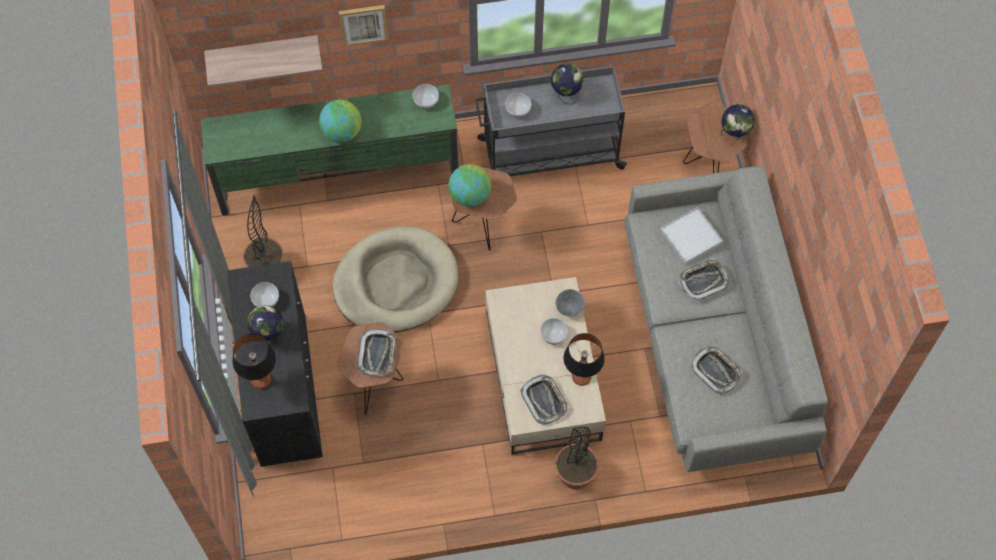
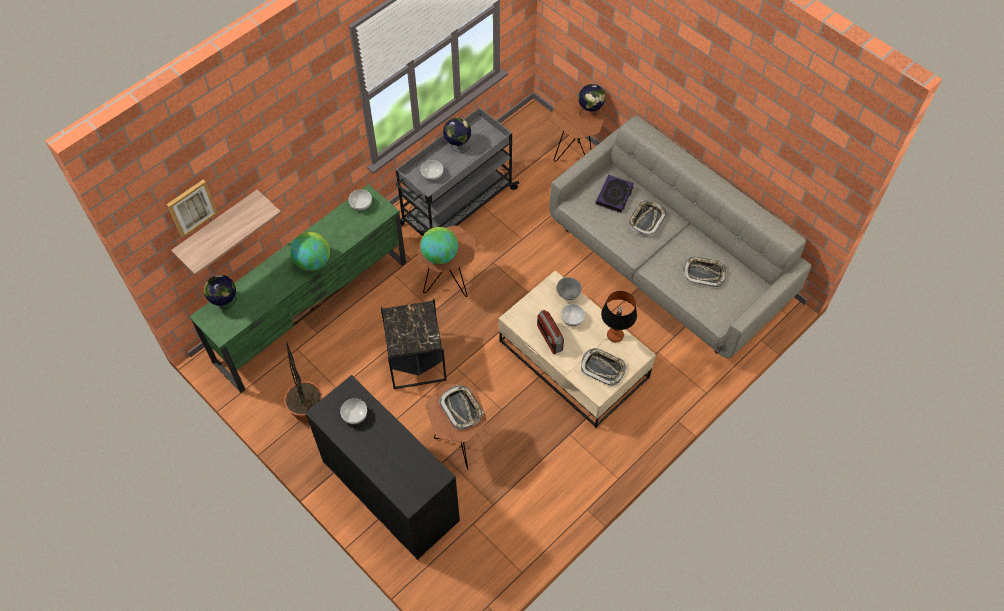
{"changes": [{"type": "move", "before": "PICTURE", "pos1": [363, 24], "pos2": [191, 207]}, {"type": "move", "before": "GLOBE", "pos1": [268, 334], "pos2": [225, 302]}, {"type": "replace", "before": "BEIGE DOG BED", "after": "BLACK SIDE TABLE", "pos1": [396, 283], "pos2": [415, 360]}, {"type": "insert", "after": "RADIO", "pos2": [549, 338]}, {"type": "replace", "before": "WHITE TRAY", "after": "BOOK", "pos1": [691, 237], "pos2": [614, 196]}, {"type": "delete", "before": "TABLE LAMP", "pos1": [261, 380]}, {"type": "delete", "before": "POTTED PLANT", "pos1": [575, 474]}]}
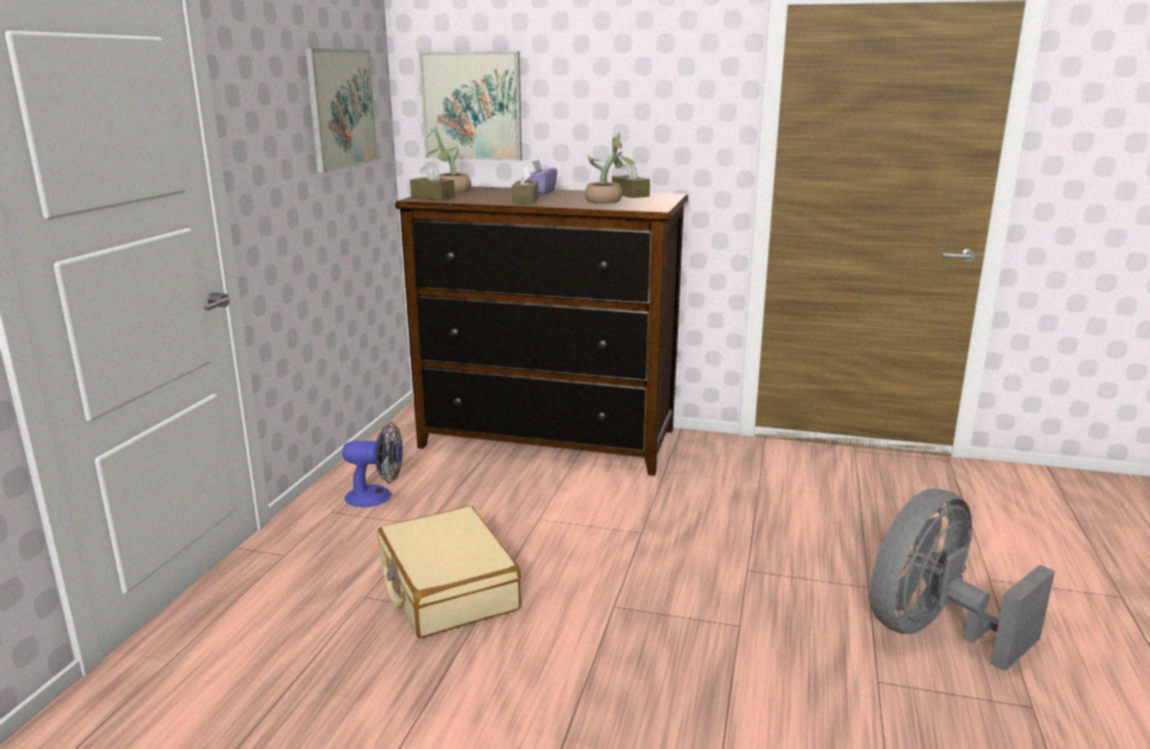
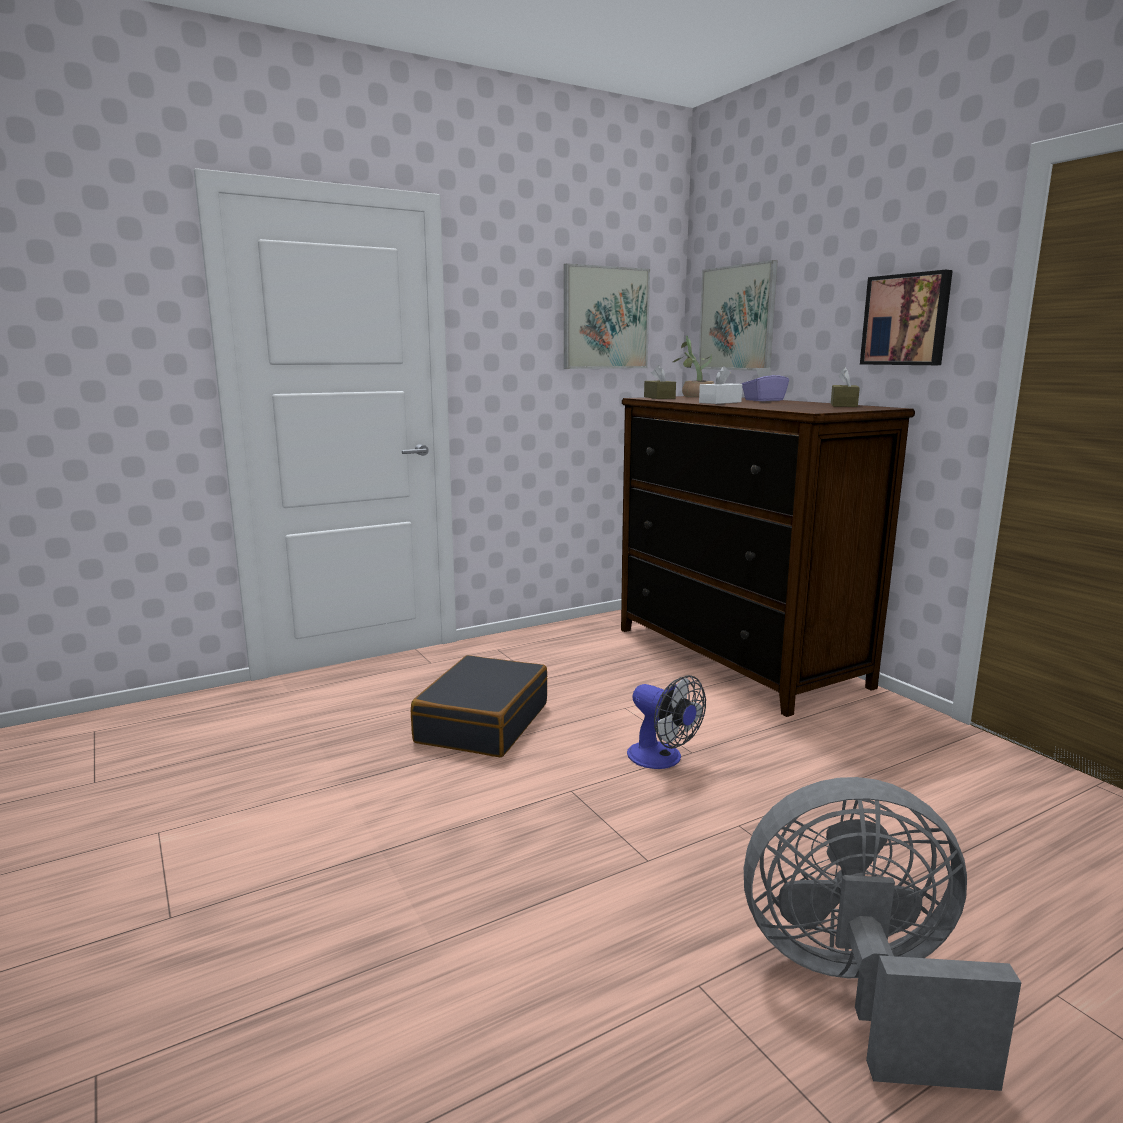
{"changes": [{"type": "recolor", "before": "BEIGE SUITCASE", "after": "BLACK SUITCASE", "pos1": [447, 588], "pos2": [482, 723]}, {"type": "move", "before": "FAN", "pos1": [377, 497], "pos2": [662, 759]}, {"type": "recolor", "before": "BROWN TISSUE BOX", "after": "WHITE TISSUE BOX", "pos1": [525, 201], "pos2": [720, 402]}, {"type": "insert", "after": "PICTURE", "pos2": [907, 320]}, {"type": "delete", "before": "POTTED PLANT", "pos1": [607, 201]}]}
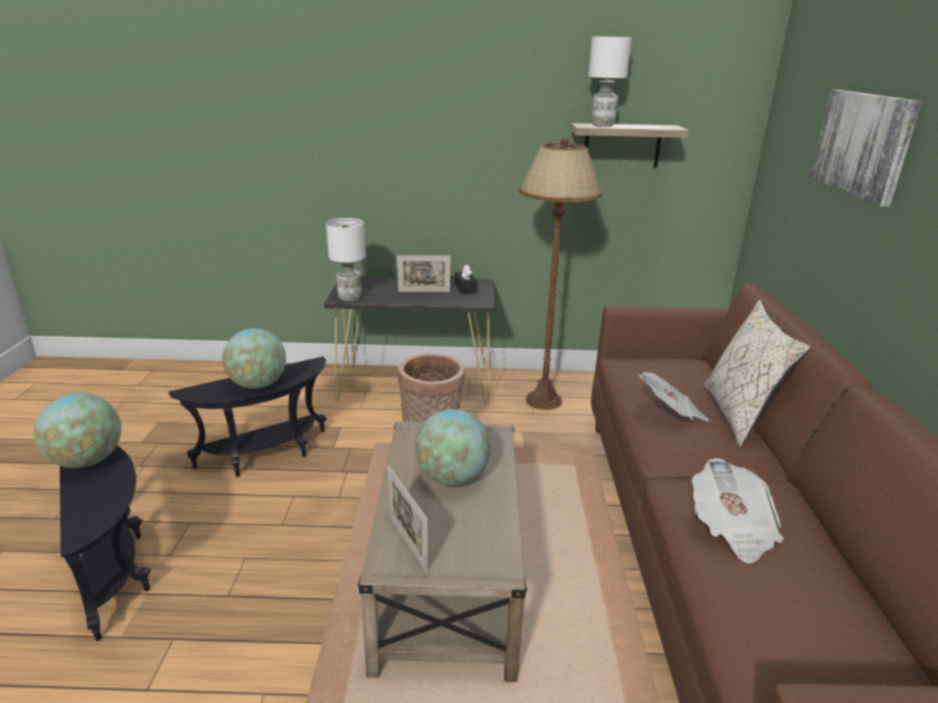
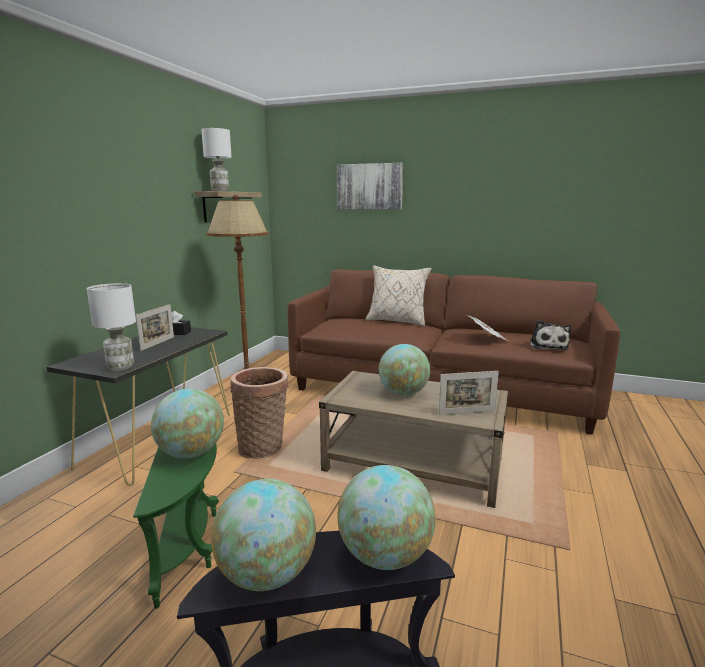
{"changes": [{"type": "recolor", "before": "BLACK SIDE TABLE", "after": "GREEN SIDE TABLE", "pos1": [266, 456], "pos2": [189, 542]}, {"type": "insert", "after": "GLOBE", "pos2": [385, 556]}, {"type": "insert", "after": "PLUSH TOY", "pos2": [548, 346]}, {"type": "delete", "before": "NEWSPAPER", "pos1": [671, 414]}]}
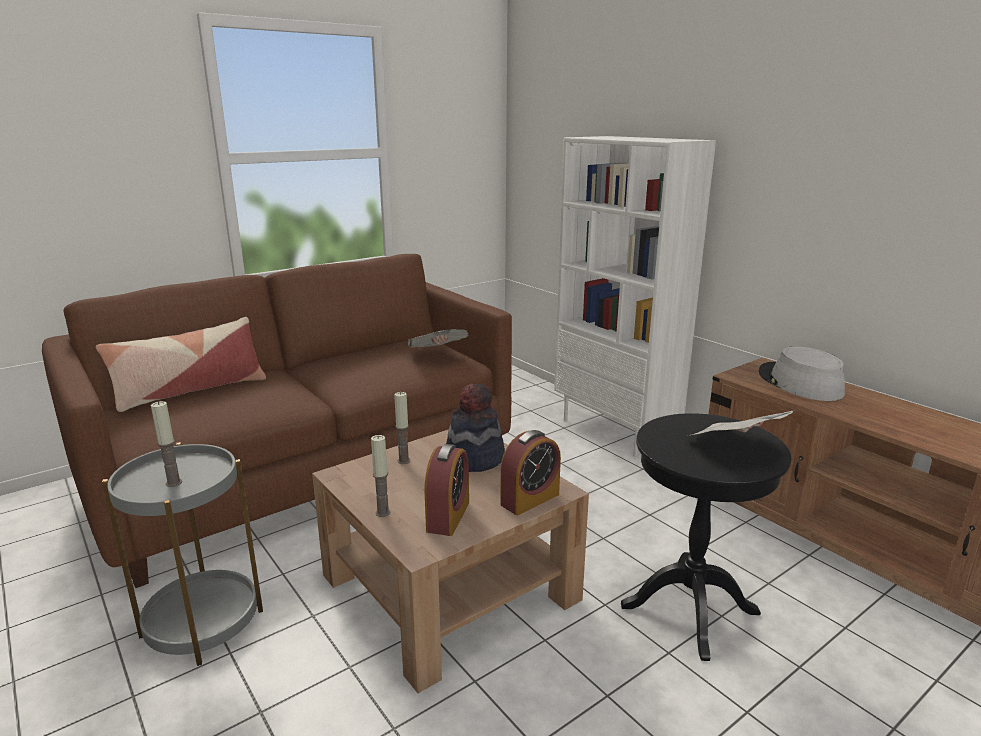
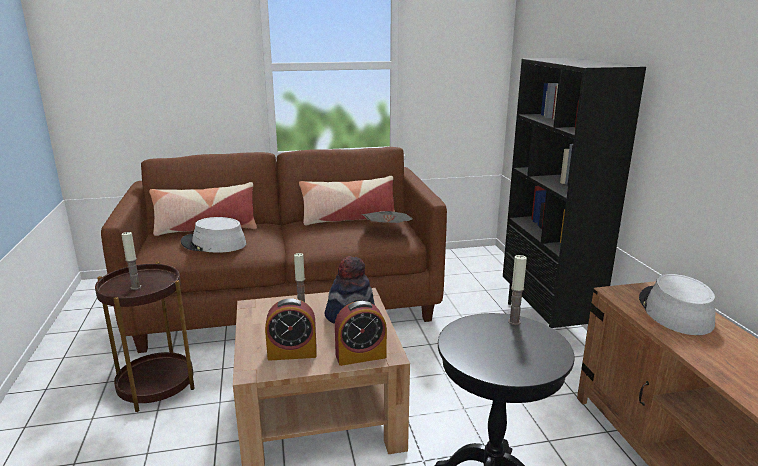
{"changes": [{"type": "recolor", "before": "GREY SIDE TABLE", "after": "BROWN SIDE TABLE", "pos1": [202, 623], "pos2": [156, 386]}, {"type": "insert", "after": "GREY HAT", "pos2": [213, 244]}, {"type": "rotate", "before": "ALARM CLOCK", "pos1": [448, 516], "pos2": [292, 353], "turn": 45}, {"type": "insert", "after": "PILLOW", "pos2": [348, 219]}, {"type": "recolor", "before": "WHITE BOOKCASE", "after": "BLACK BOOKCASE", "pos1": [616, 430], "pos2": [547, 322]}, {"type": "move", "before": "CANDLE", "pos1": [383, 513], "pos2": [514, 322]}, {"type": "delete", "before": "NEWSPAPER", "pos1": [736, 447]}]}
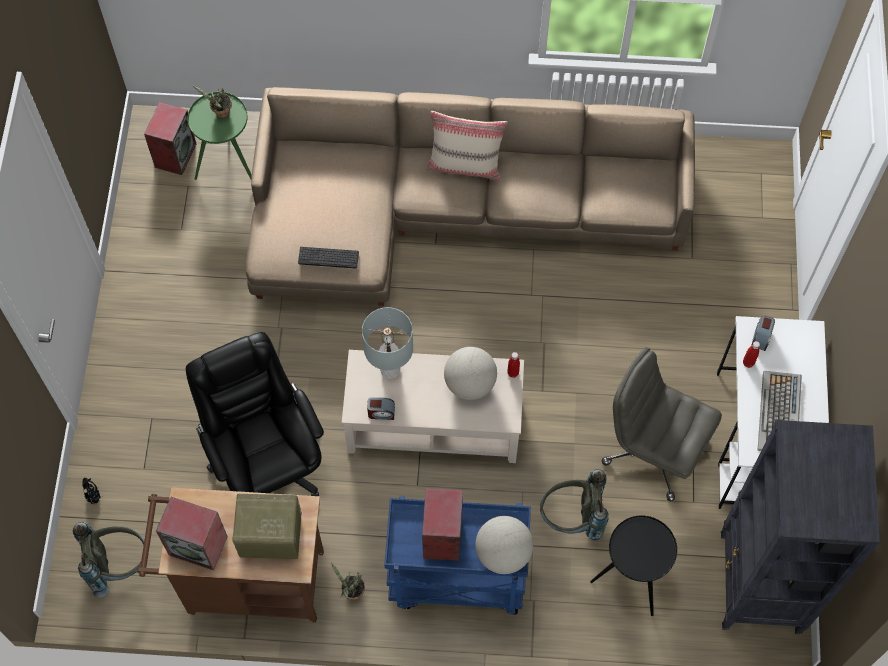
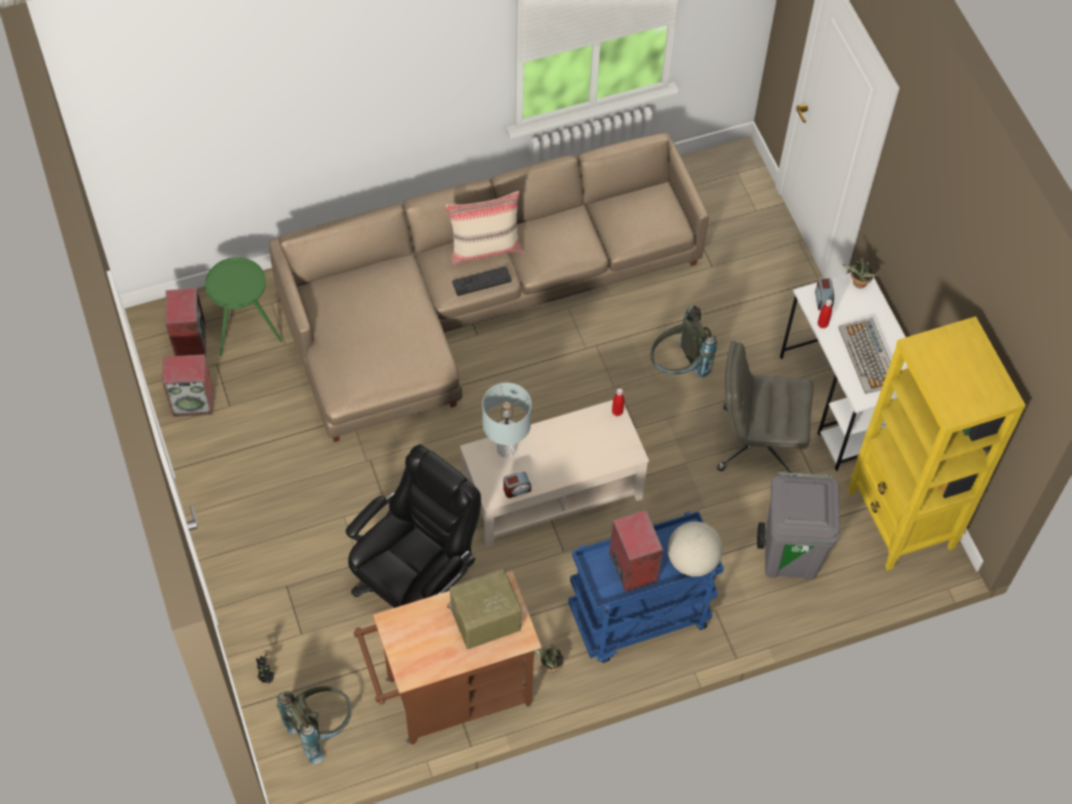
{"changes": [{"type": "move", "before": "SPEAKER", "pos1": [199, 545], "pos2": [193, 401]}, {"type": "rotate", "before": "BLACK OFFICE CHAIR", "pos1": [267, 463], "pos2": [416, 584], "turn": 90}, {"type": "move", "before": "KEYBOARD", "pos1": [328, 258], "pos2": [482, 281]}, {"type": "move", "before": "GREY BACKPACK", "pos1": [572, 518], "pos2": [678, 367]}, {"type": "replace", "before": "BLACK SIDE TABLE", "after": "GREY TRASH CAN", "pos1": [632, 577], "pos2": [790, 557]}, {"type": "move", "before": "POTTED PLANT", "pos1": [220, 113], "pos2": [858, 284]}, {"type": "recolor", "before": "BLACK BOOKCASE", "after": "YELLOW BOOKCASE", "pos1": [759, 584], "pos2": [900, 521]}, {"type": "delete", "before": "GLOBE", "pos1": [470, 384]}]}
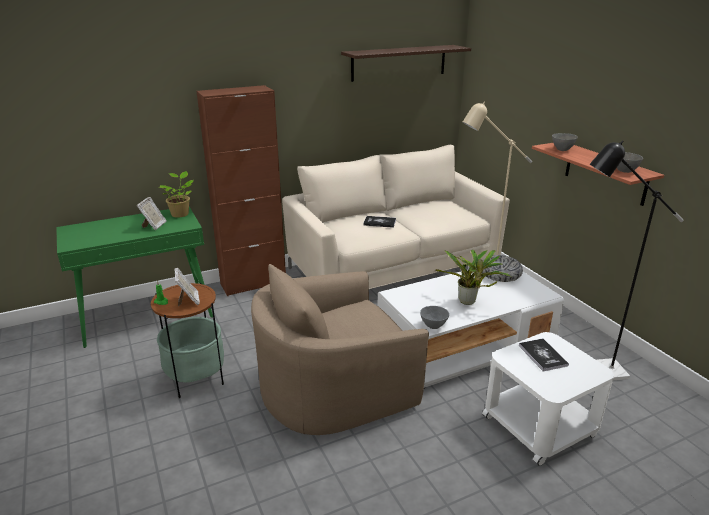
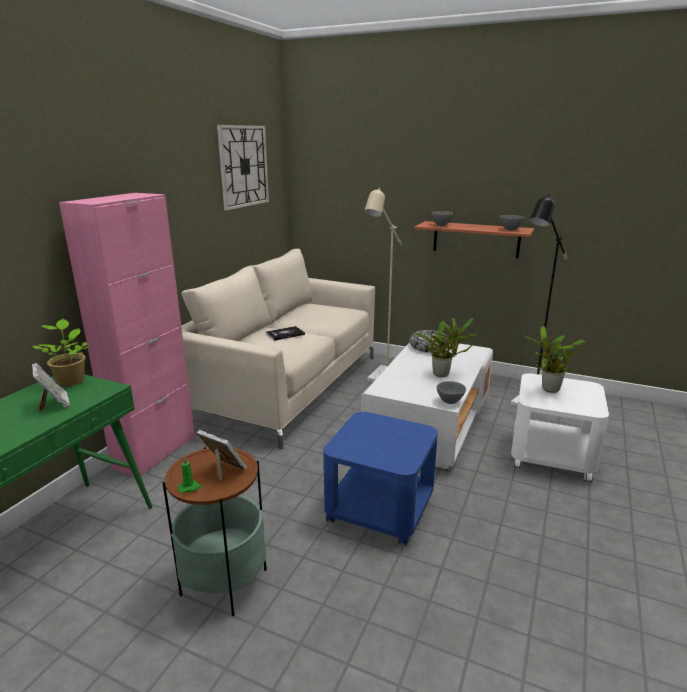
{"changes": [{"type": "recolor", "before": "BROWN CABINET", "after": "PINK CABINET", "pos1": [253, 283], "pos2": [155, 451]}, {"type": "replace", "before": "SHELF", "after": "WALL CLOCK", "pos1": [399, 62], "pos2": [243, 166]}, {"type": "replace", "before": "BEIGE ARMCHAIR", "after": "BLUE SIDE TABLE", "pos1": [334, 387], "pos2": [379, 509]}, {"type": "replace", "before": "BOOK", "after": "POTTED PLANT", "pos1": [542, 355], "pos2": [548, 390]}]}
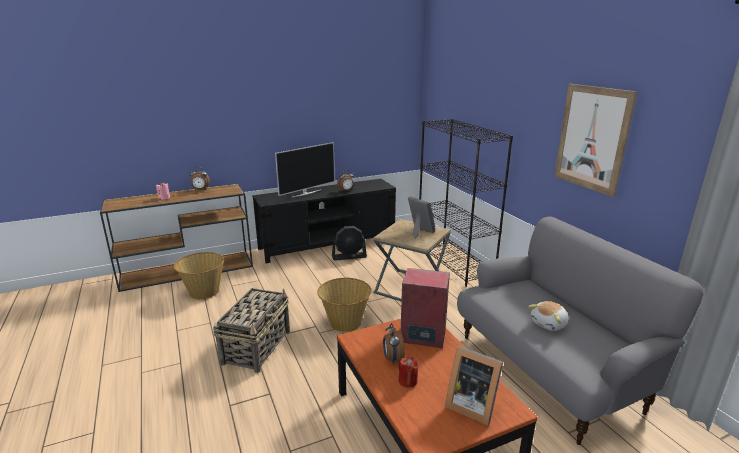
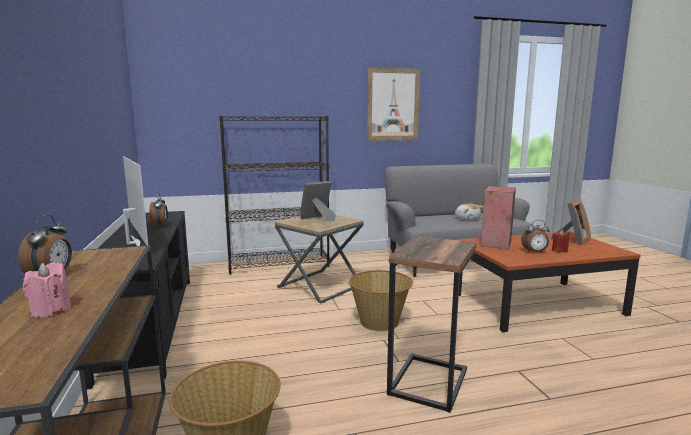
{"changes": [{"type": "replace", "before": "BASKET", "after": "SIDE TABLE", "pos1": [257, 346], "pos2": [427, 381]}, {"type": "delete", "before": "BLACK FAN", "pos1": [349, 256]}]}
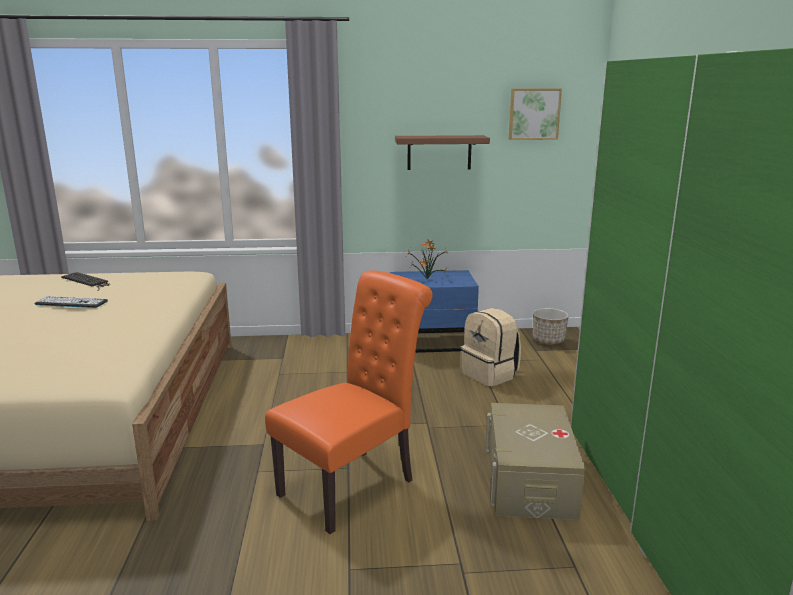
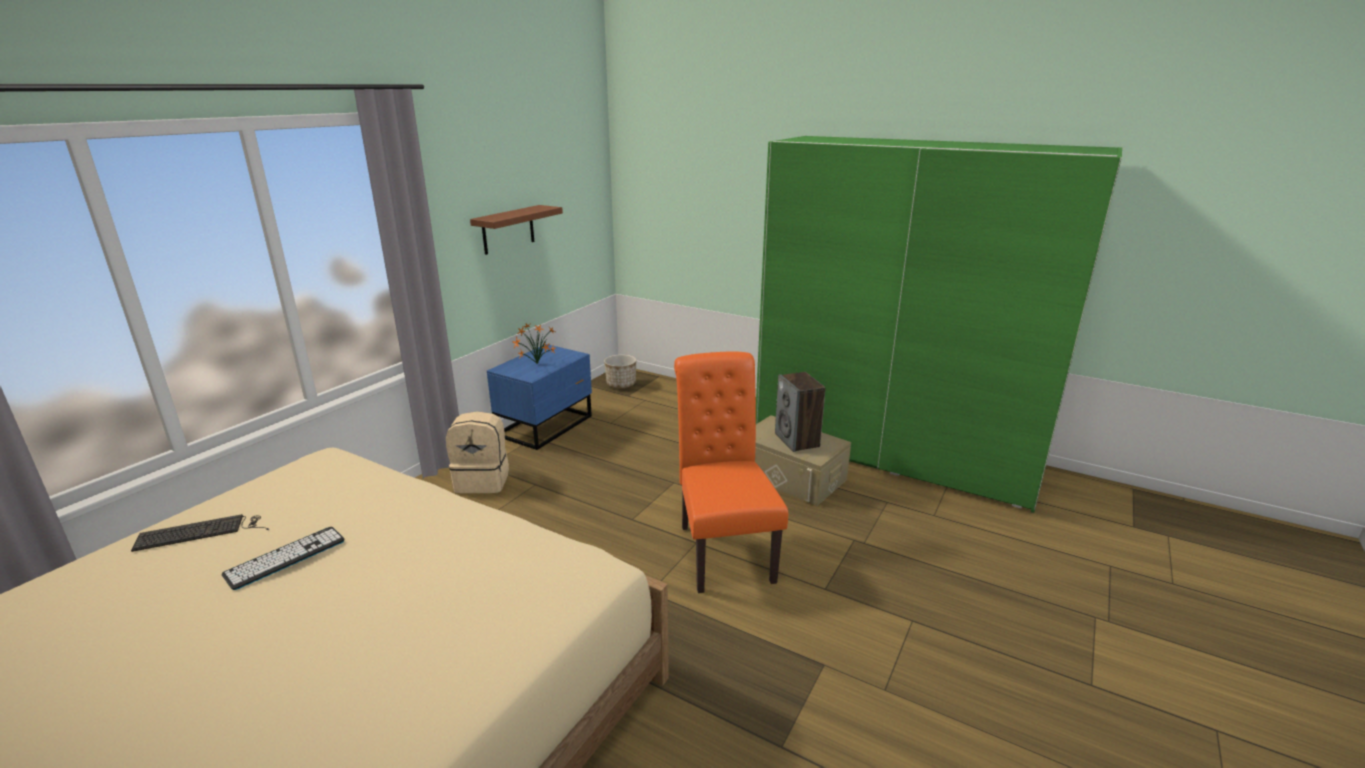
{"changes": [{"type": "move", "before": "BEIGE BACKPACK", "pos1": [490, 374], "pos2": [483, 481]}, {"type": "insert", "after": "SPEAKER", "pos2": [797, 440]}, {"type": "delete", "before": "PICTURE", "pos1": [534, 114]}]}
